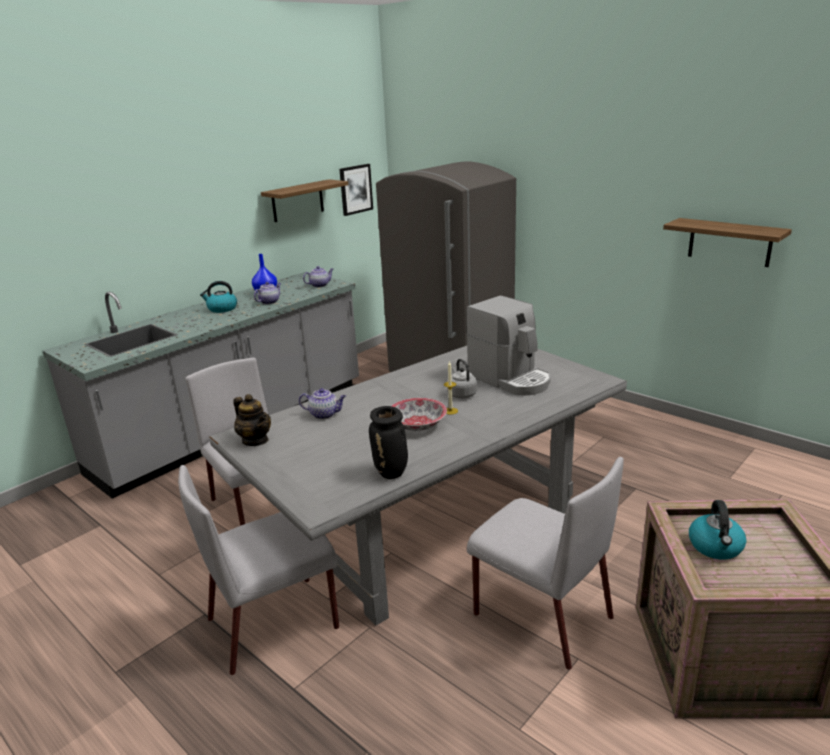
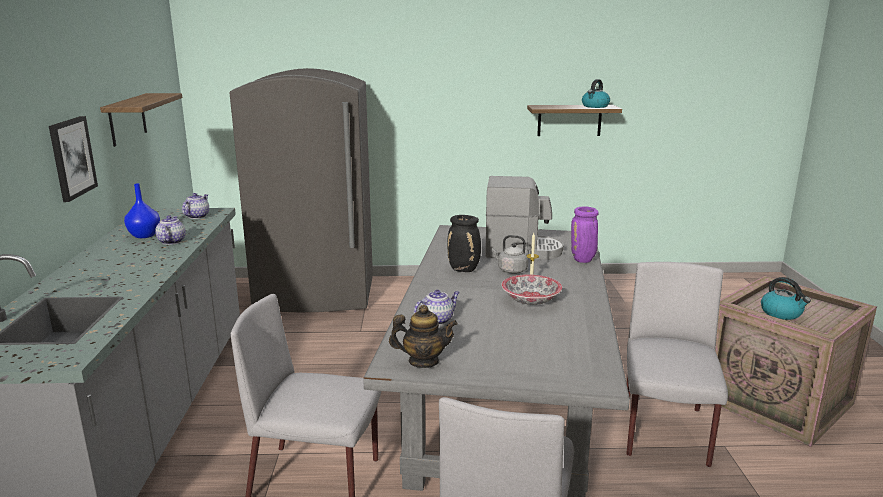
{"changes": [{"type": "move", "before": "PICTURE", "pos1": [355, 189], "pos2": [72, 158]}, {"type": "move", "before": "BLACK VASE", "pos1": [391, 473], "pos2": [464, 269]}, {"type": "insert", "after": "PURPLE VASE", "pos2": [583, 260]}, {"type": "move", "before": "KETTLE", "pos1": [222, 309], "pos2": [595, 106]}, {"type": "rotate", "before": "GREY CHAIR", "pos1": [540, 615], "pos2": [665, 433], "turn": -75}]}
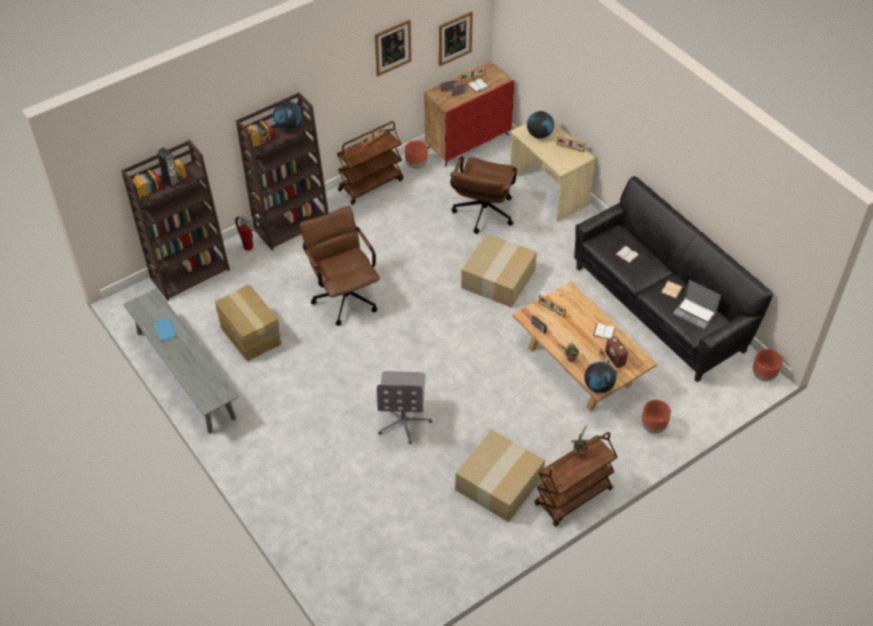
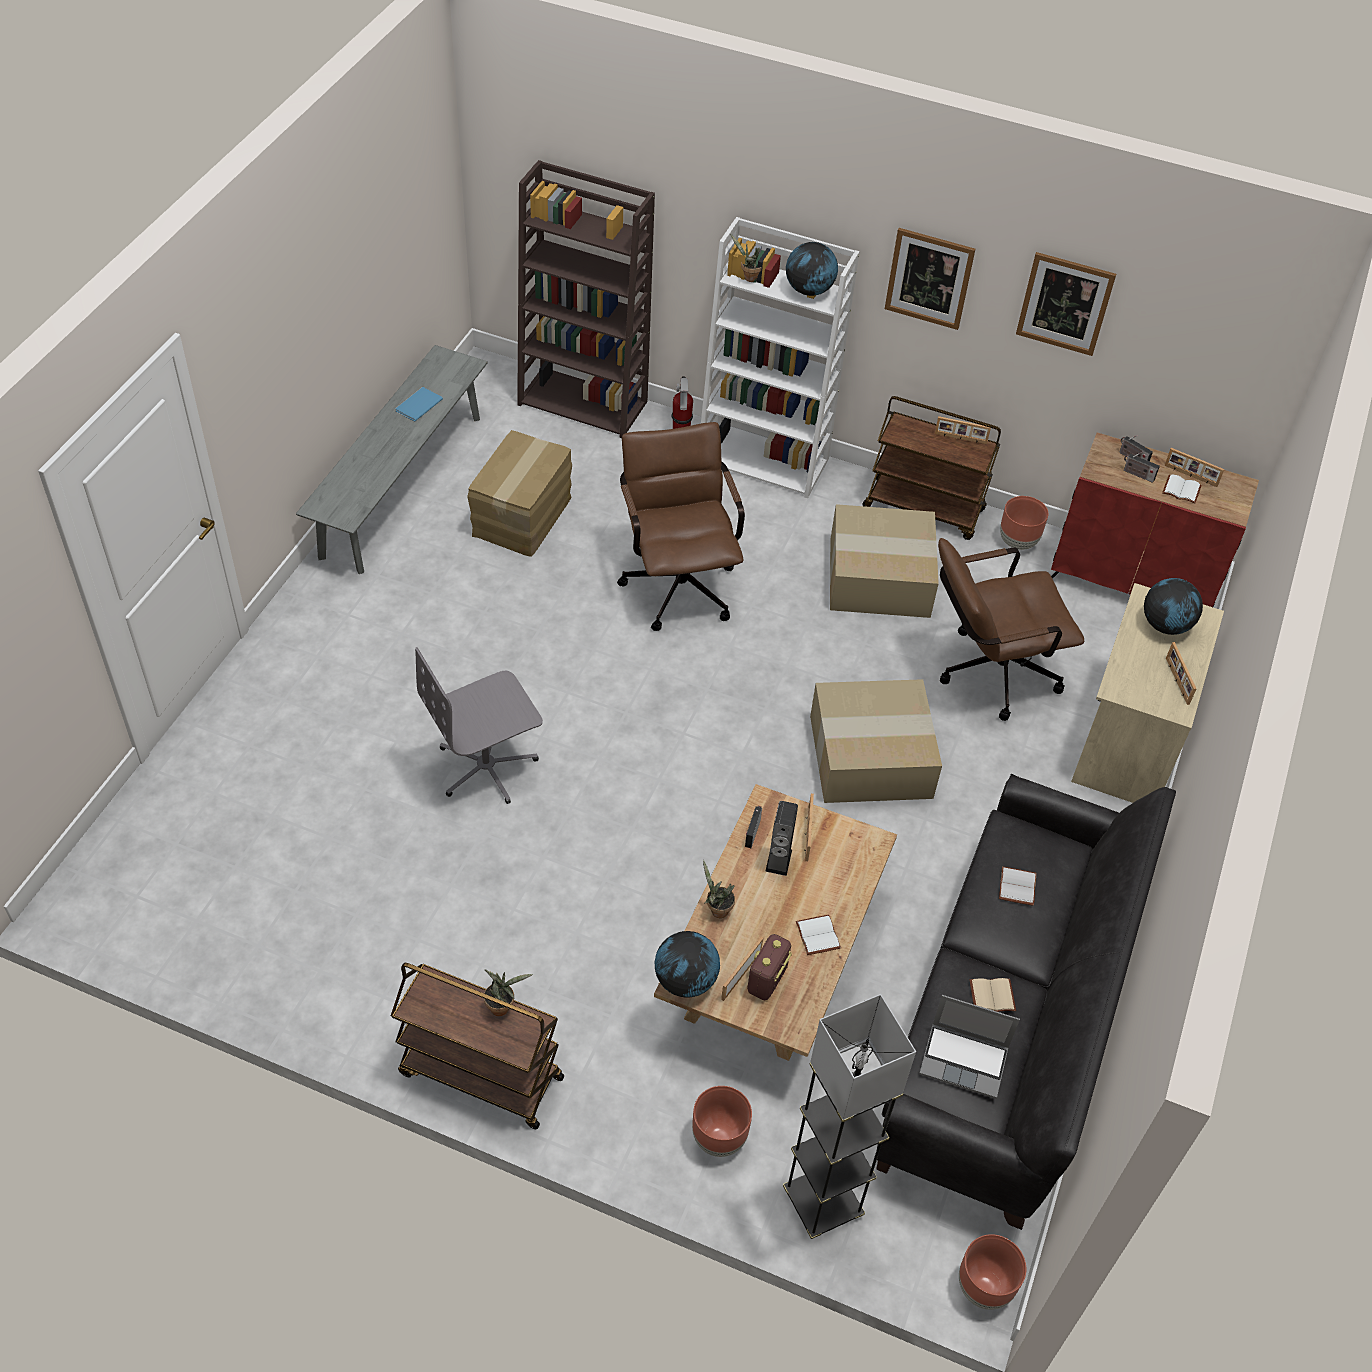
{"changes": [{"type": "rotate", "before": "BROWN OFFICE CHAIR", "pos1": [343, 295], "pos2": [678, 581], "turn": -45}, {"type": "recolor", "before": "BROWN BOOKCASE", "after": "WHITE BOOKCASE", "pos1": [292, 224], "pos2": [764, 460]}, {"type": "move", "before": "SPEAKER", "pos1": [171, 182], "pos2": [778, 860]}, {"type": "insert", "after": "GREY FLOOR LAMP", "pos2": [822, 1203]}, {"type": "move", "before": "CARDBOARD BOX", "pos1": [499, 484], "pos2": [877, 578]}, {"type": "move", "before": "PICTURE", "pos1": [455, 38], "pos2": [929, 278]}, {"type": "rotate", "before": "LAPTOP", "pos1": [695, 313], "pos2": [965, 1060], "turn": -75}]}
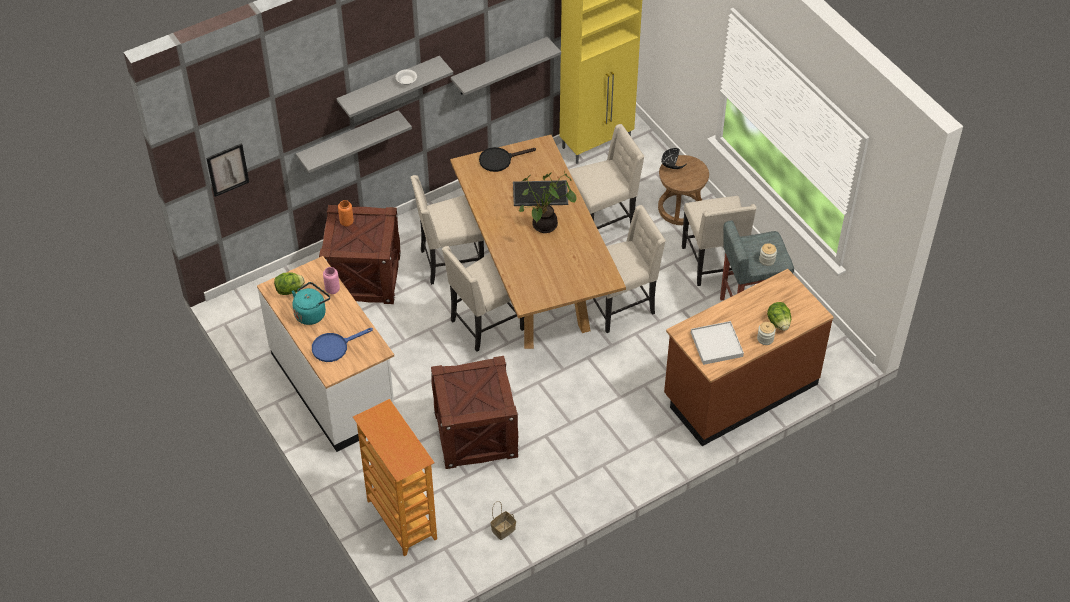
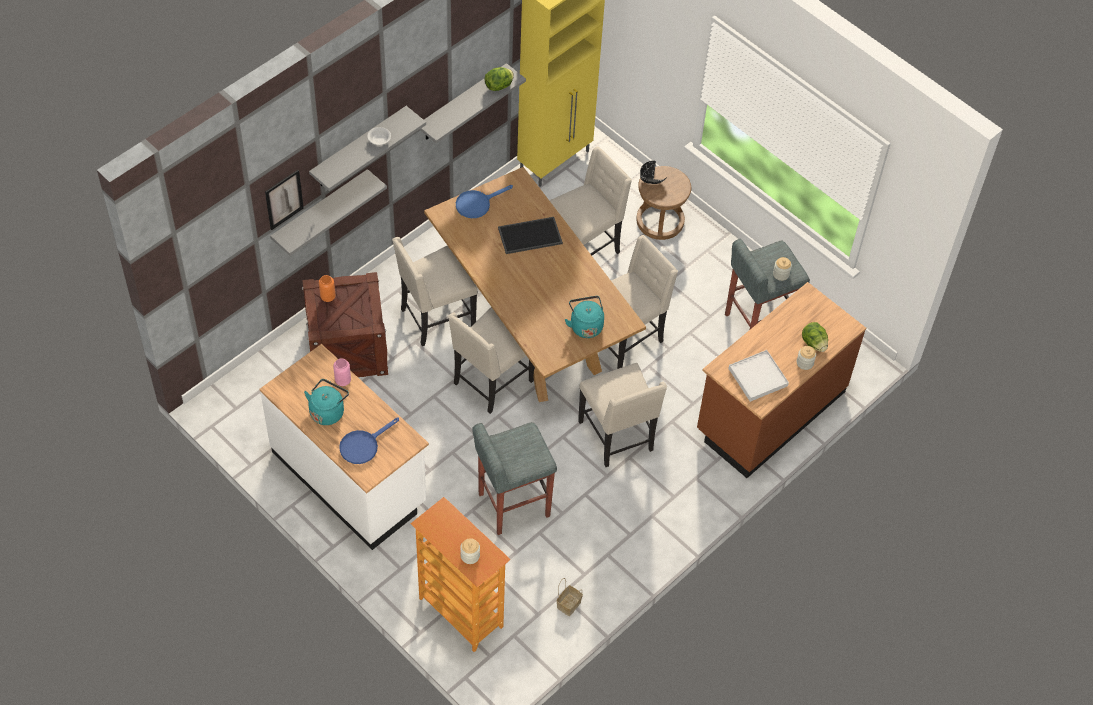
{"changes": [{"type": "move", "before": "PICTURE", "pos1": [227, 169], "pos2": [284, 199]}, {"type": "recolor", "before": "BLACK FRYING PAN", "after": "BLUE FRYING PAN", "pos1": [499, 160], "pos2": [477, 204]}, {"type": "insert", "after": "JAR", "pos2": [470, 556]}, {"type": "replace", "before": "CRATE", "after": "GREY STOOL", "pos1": [475, 433], "pos2": [512, 504]}, {"type": "move", "before": "LETTUCE", "pos1": [290, 290], "pos2": [499, 86]}, {"type": "insert", "after": "TURQUOISE KETTLE", "pos2": [585, 325]}, {"type": "move", "before": "BEIGE CHAIR", "pos1": [714, 264], "pos2": [617, 437]}, {"type": "delete", "before": "POTTED PLANT", "pos1": [545, 227]}]}
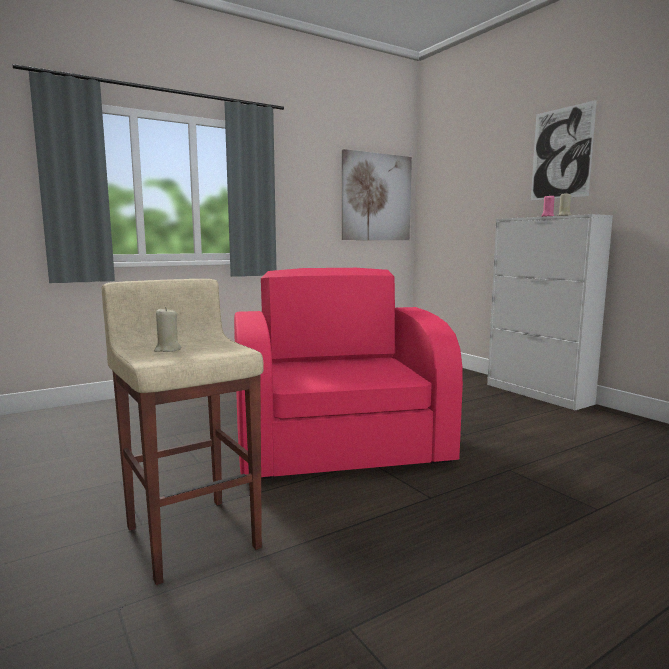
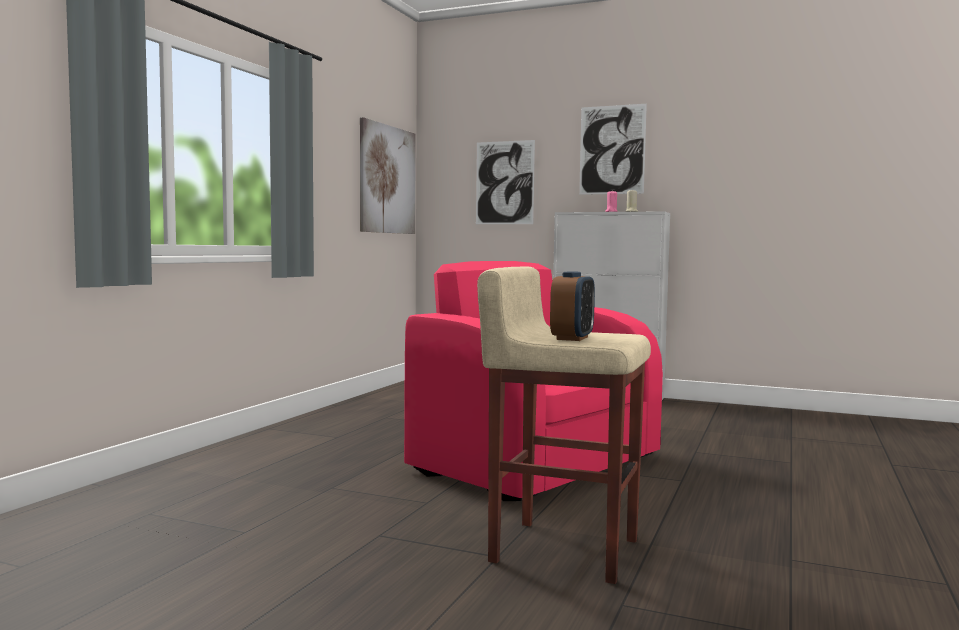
{"changes": [{"type": "insert", "after": "PICTURE", "pos2": [504, 183]}, {"type": "replace", "before": "BEIGE CANDLE", "after": "ALARM CLOCK", "pos1": [167, 350], "pos2": [572, 338]}]}
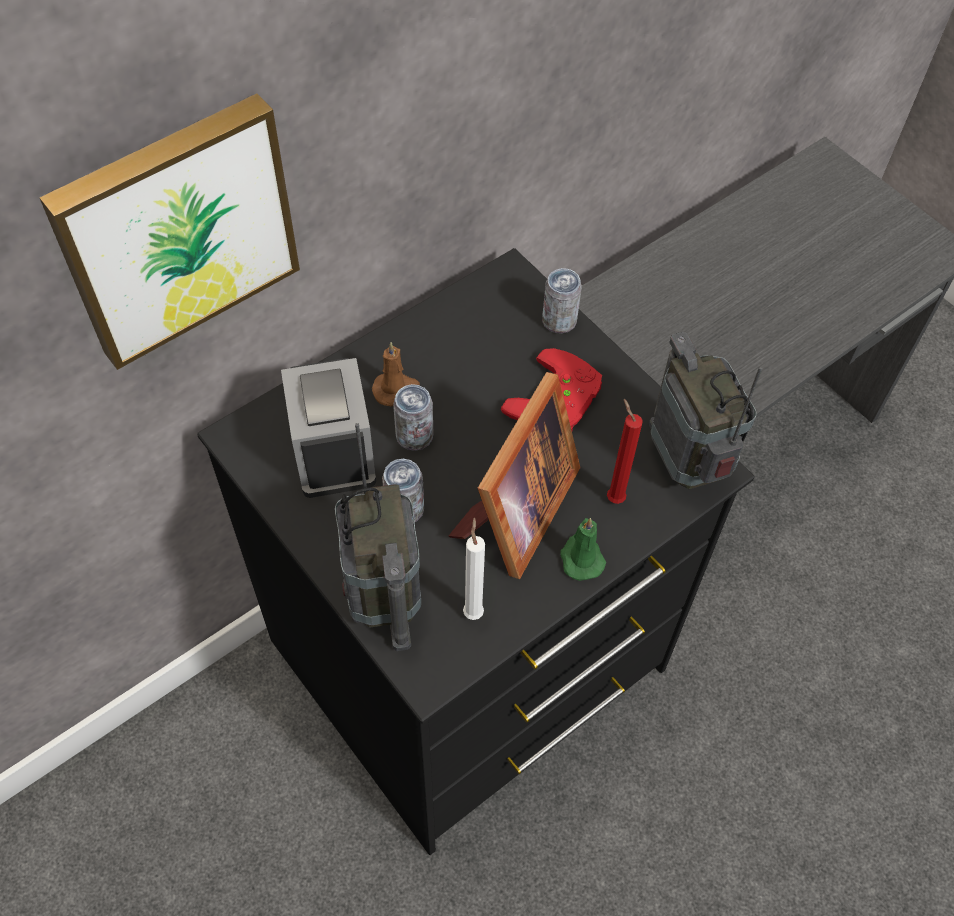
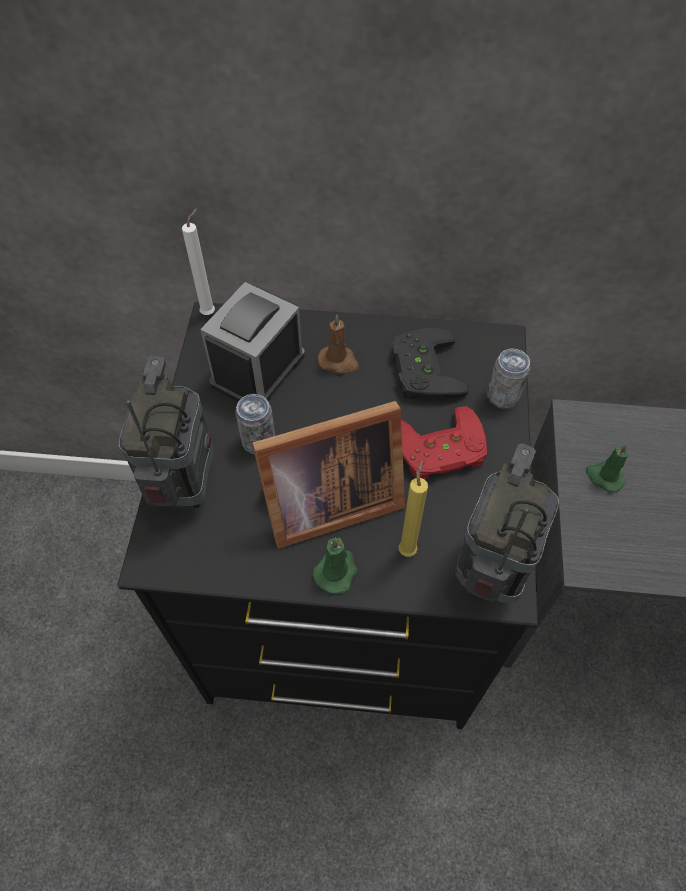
{"changes": [{"type": "rotate", "before": "RADIO", "pos1": [383, 596], "pos2": [184, 485], "turn": 150}, {"type": "move", "before": "WHITE CANDLE", "pos1": [473, 610], "pos2": [210, 312]}, {"type": "insert", "after": "BLACK GAME CONTROLLER", "pos2": [421, 370]}, {"type": "recolor", "before": "RED CANDLE", "after": "YELLOW CANDLE", "pos1": [613, 497], "pos2": [407, 548]}, {"type": "insert", "after": "GREEN CANDLE", "pos2": [604, 477]}, {"type": "delete", "before": "PICTURE", "pos1": [176, 229]}, {"type": "delete", "before": "CAN", "pos1": [414, 436]}]}
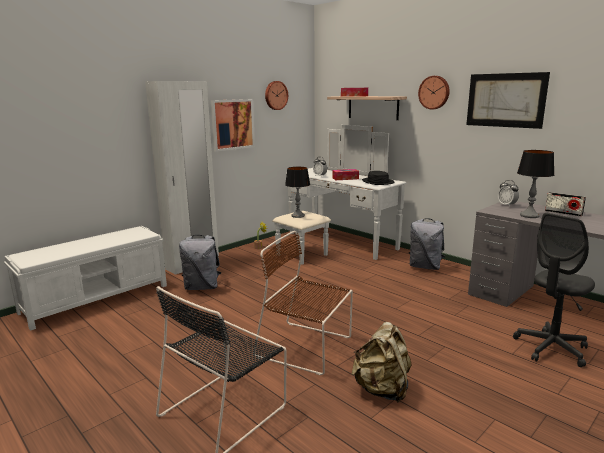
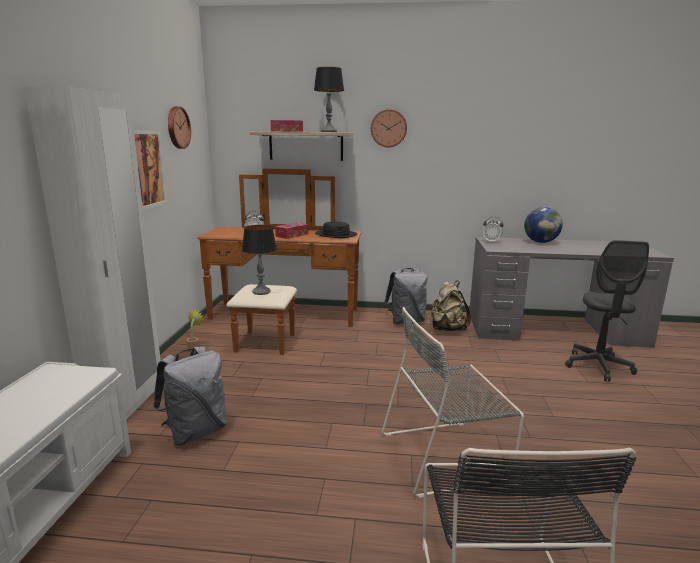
{"changes": [{"type": "recolor", "before": "WHITE DRESSER", "after": "BROWN DRESSER", "pos1": [333, 244], "pos2": [281, 320]}, {"type": "move", "before": "TABLE LAMP", "pos1": [529, 215], "pos2": [329, 132]}, {"type": "recolor", "before": "BROWN CHAIR", "after": "GREY CHAIR", "pos1": [307, 347], "pos2": [447, 455]}, {"type": "move", "before": "BEIGE BACKPACK", "pos1": [382, 389], "pos2": [447, 329]}, {"type": "replace", "before": "RADIO", "after": "GLOBE", "pos1": [563, 213], "pos2": [540, 242]}, {"type": "delete", "before": "PICTURE", "pos1": [505, 100]}]}
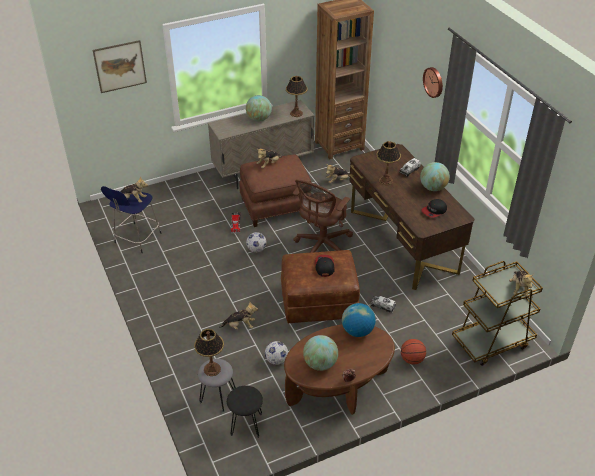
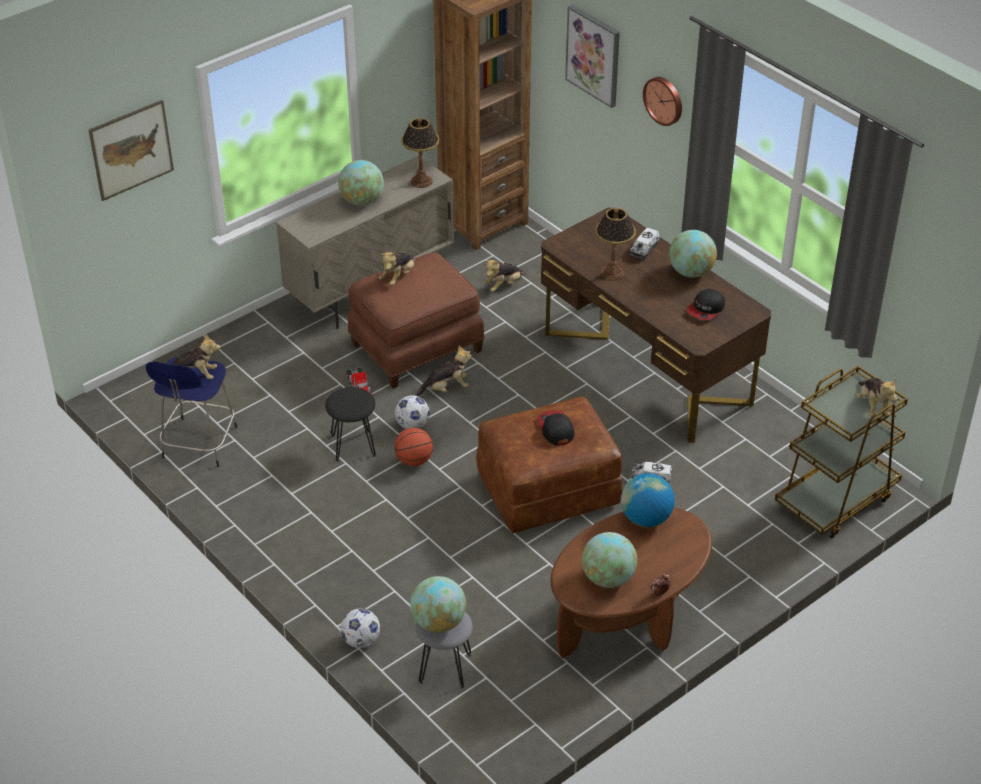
{"changes": [{"type": "move", "before": "BLACK STOOL", "pos1": [246, 424], "pos2": [352, 445]}, {"type": "move", "before": "FOOTBALL", "pos1": [276, 360], "pos2": [361, 641]}, {"type": "move", "before": "BASKETBALL", "pos1": [412, 359], "pos2": [414, 460]}, {"type": "replace", "before": "TABLE LAMP", "after": "GLOBE", "pos1": [212, 369], "pos2": [438, 622]}, {"type": "move", "before": "PLUSH TOY", "pos1": [240, 326], "pos2": [446, 388]}, {"type": "insert", "after": "PICTURE", "pos2": [593, 55]}, {"type": "delete", "before": "BROWN OFFICE CHAIR", "pos1": [321, 245]}]}
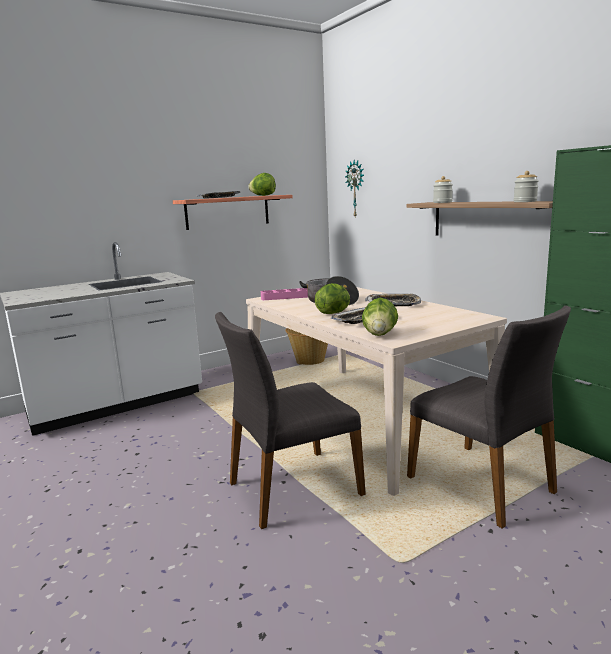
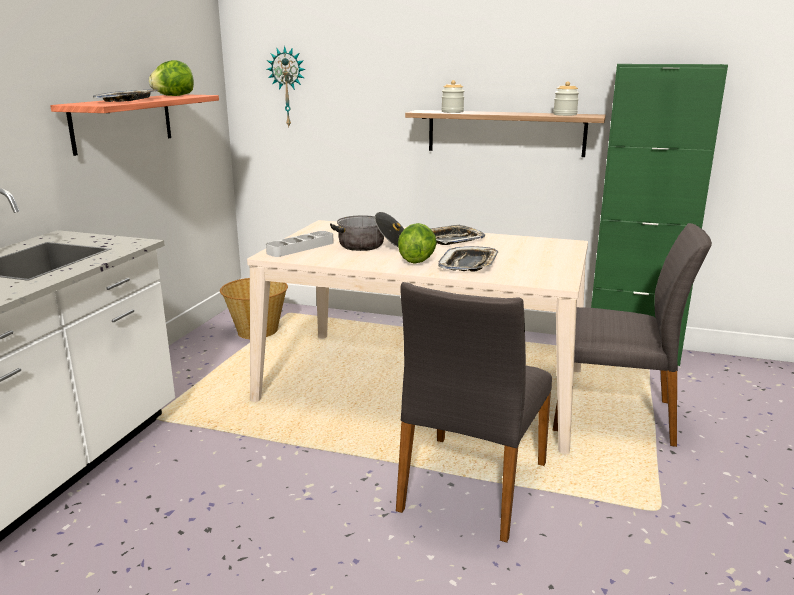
{"changes": [{"type": "recolor", "before": "PINK TRAY", "after": "GREY TRAY", "pos1": [287, 297], "pos2": [300, 248]}, {"type": "delete", "before": "LETTUCE", "pos1": [380, 334]}]}
